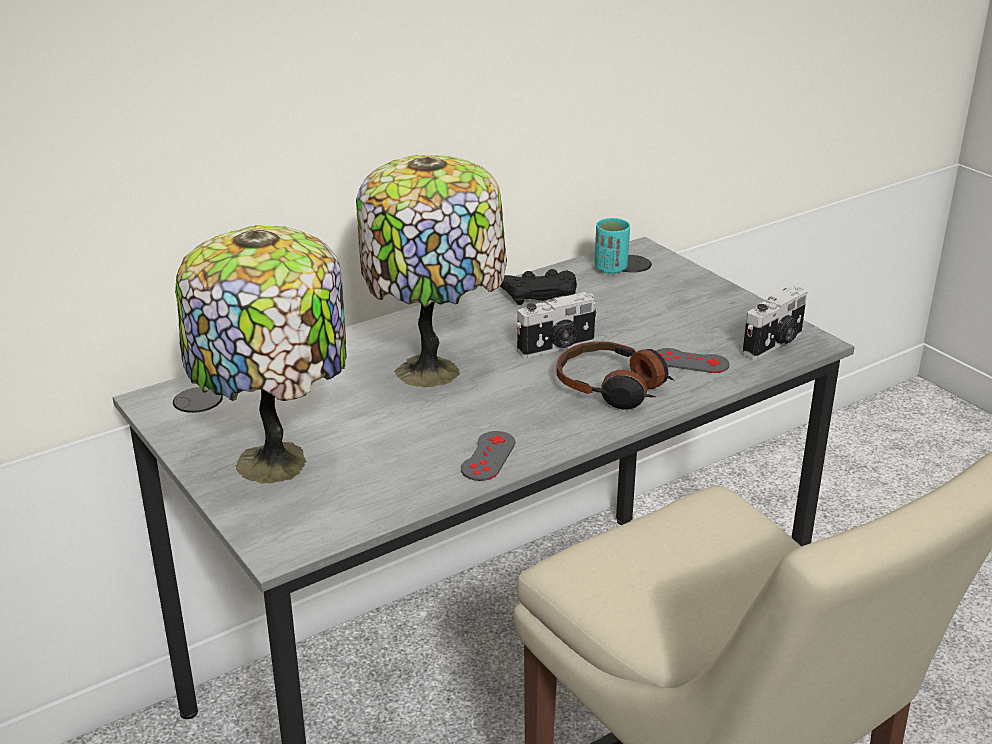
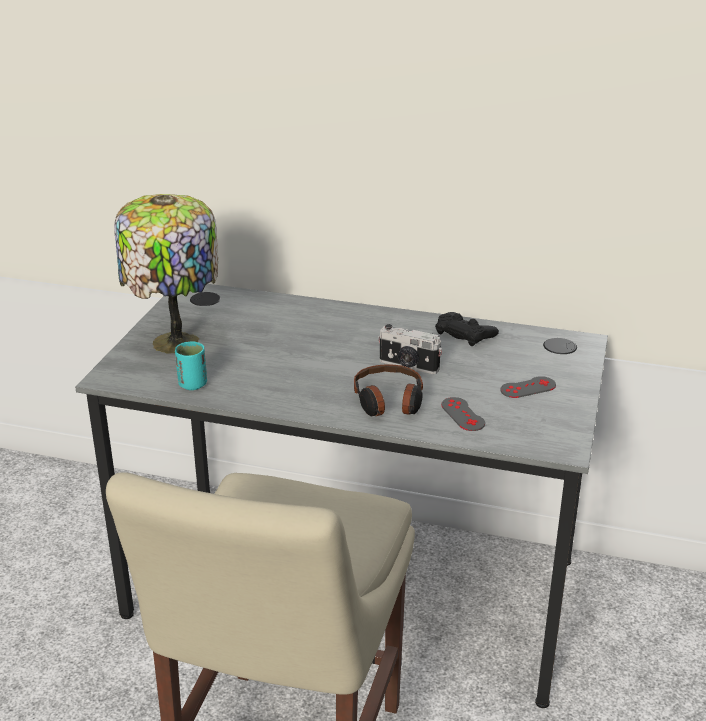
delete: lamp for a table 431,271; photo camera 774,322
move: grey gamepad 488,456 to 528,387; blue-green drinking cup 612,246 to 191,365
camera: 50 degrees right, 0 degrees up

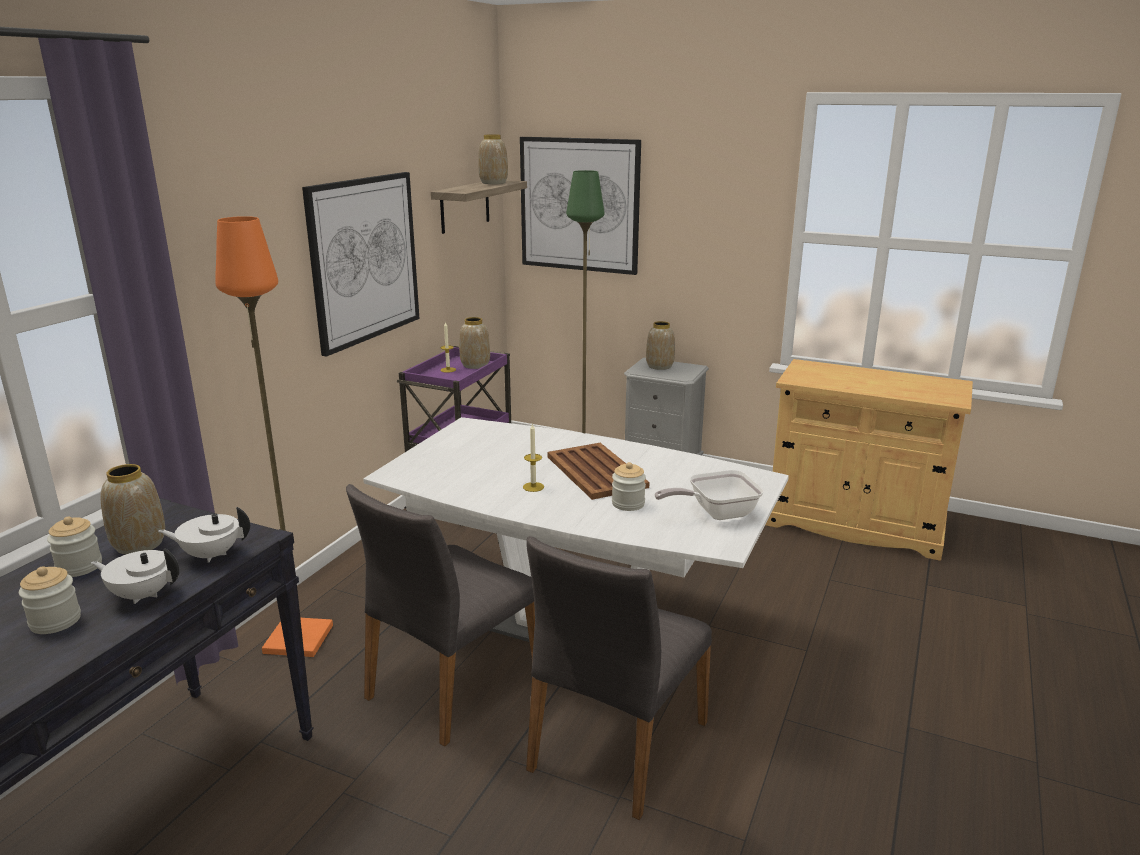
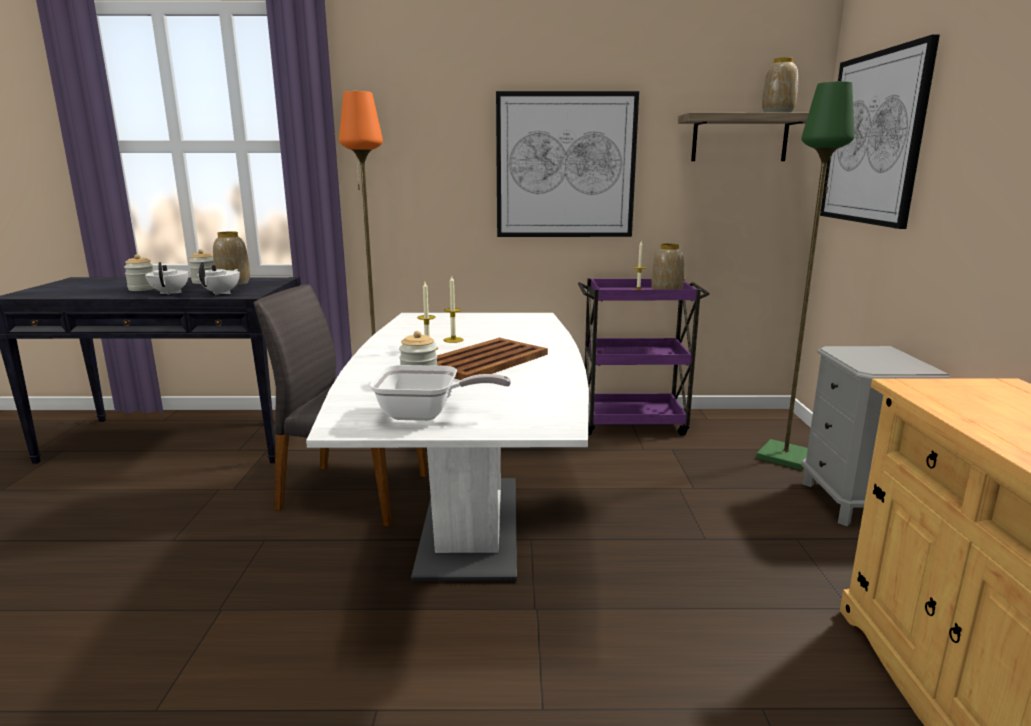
delete: grey plain chair 619,678; flower vase 660,345
insert: wax candle 453,309
rotate: white-coloured tea pot 204,535 = 218,278 45 degrees clockwise; skillet 709,495 = 440,393 135 degrees clockwise
camera: 65 degrees right, 5 degrees down

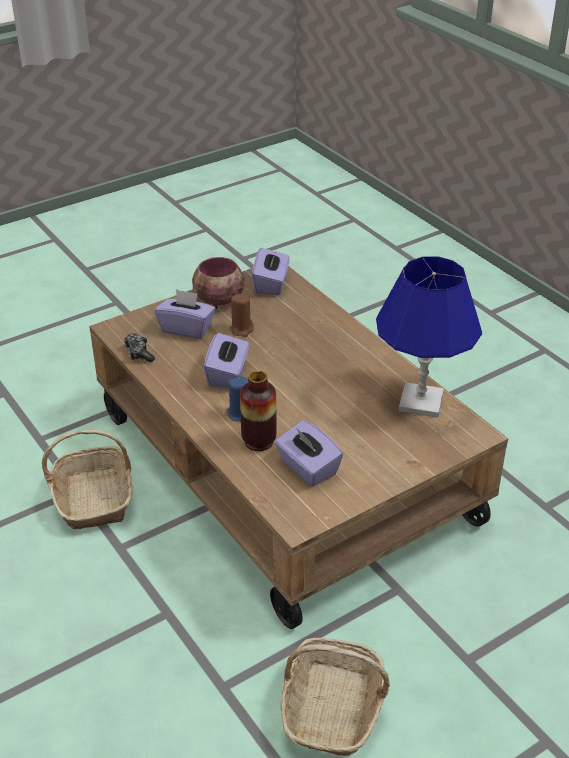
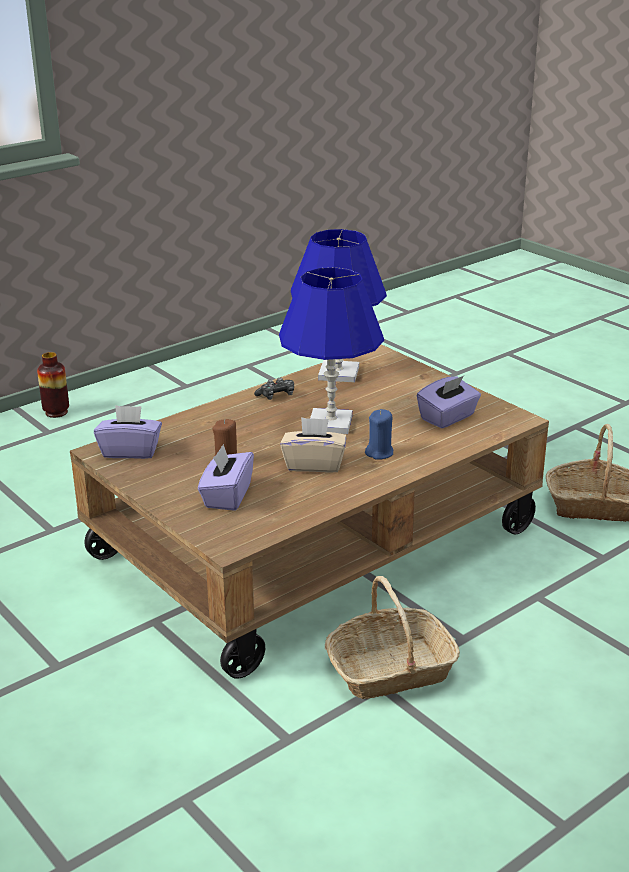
delete: serving bowl 218,283
insert: bluish lamp for a table 331,350
move: gamepad 139,347 to 274,389; flower vase 258,411 to 53,385
recolor: purplish box of tissues 227,360 to beige-coloured box of tissues 313,445
camera: 95 degrees left, 10 degrees down

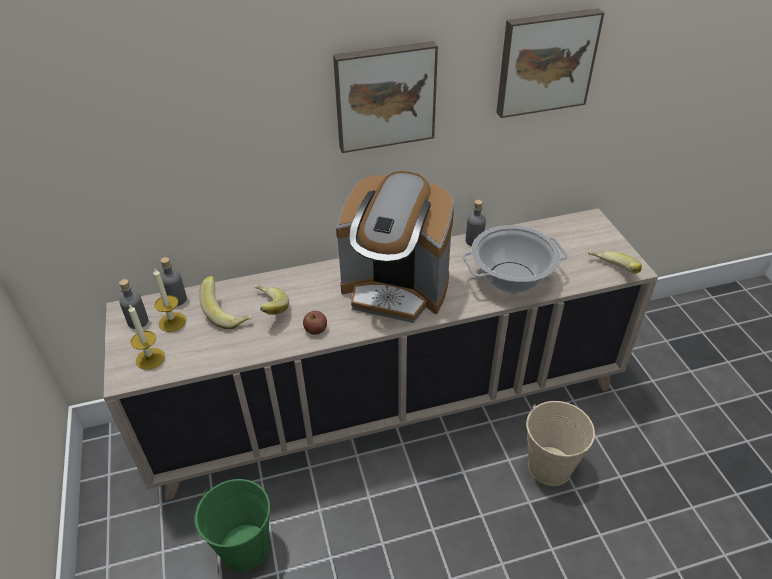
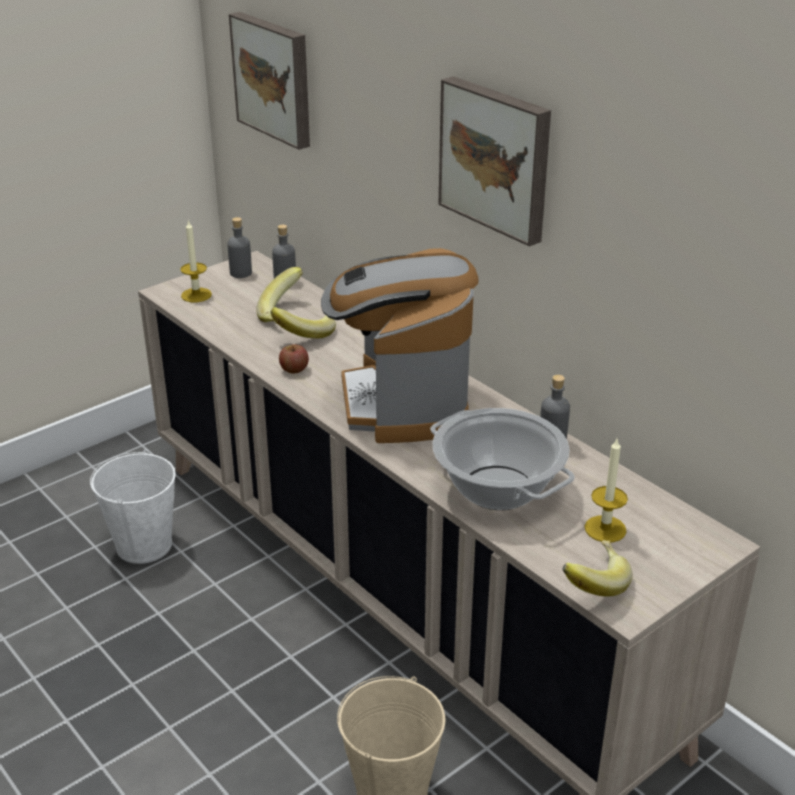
move: wax candle 169,299 to 606,491; wall art 550,63 to 269,81
recolor: green pail 232,525 to white-coloured pail 133,506
camera: 65 degrees right, 10 degrees down

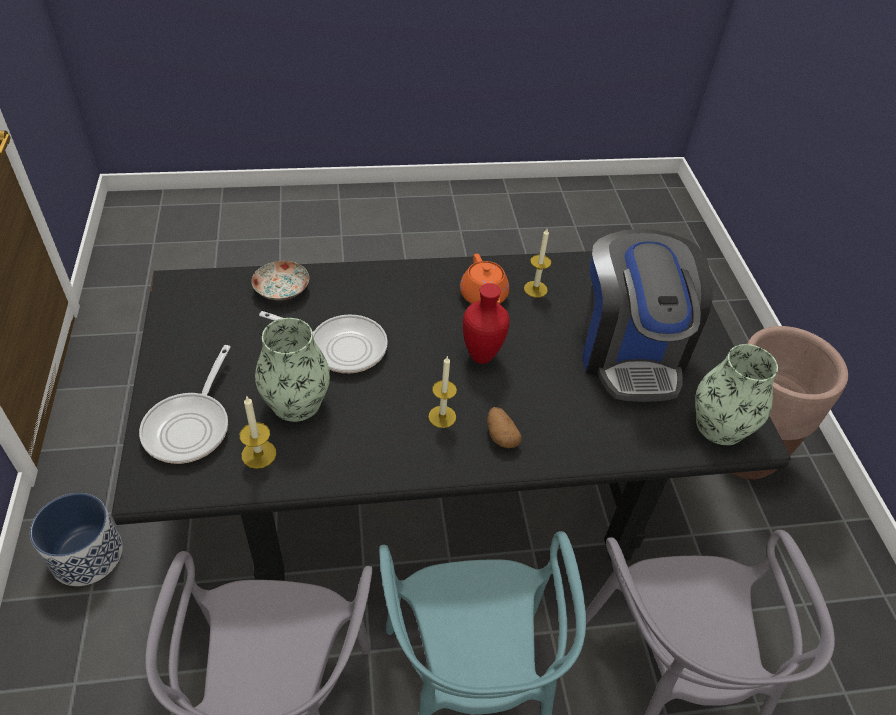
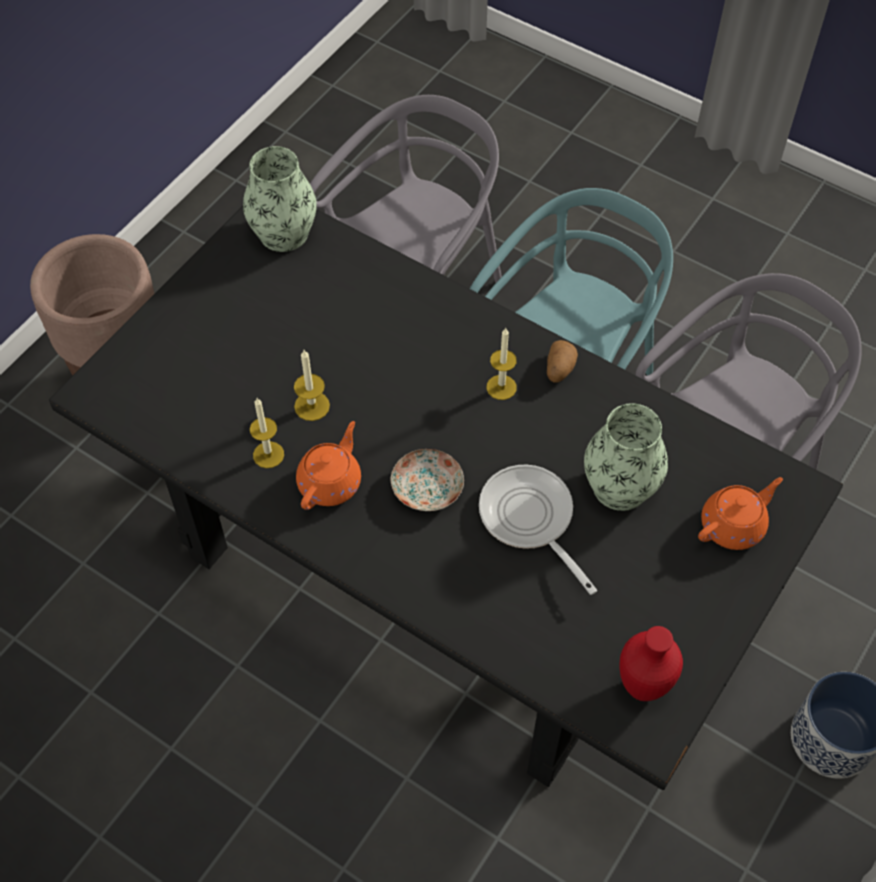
delete: coffee machine 647,315
move: wax candle 258,433 to 312,385; flat dish 280,280 to 427,480; red flower vase 486,323 to 651,663; whole potato 504,427 to 562,361
replace: skillet 185,404 to orange tea pot 740,513
camera: 135 degrees left, 10 degrees up

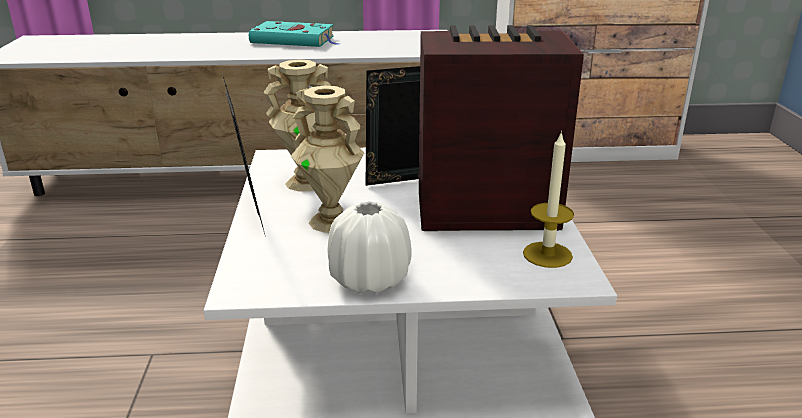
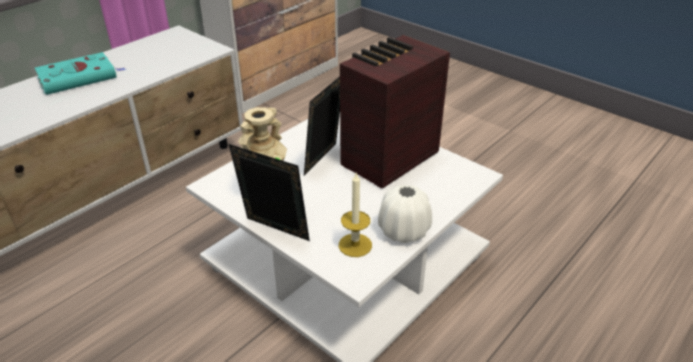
delete: beige-coloured flower vase 328,159
move: wax candle 548,199 to 355,215
camera: 45 degrees left, 10 degrees up

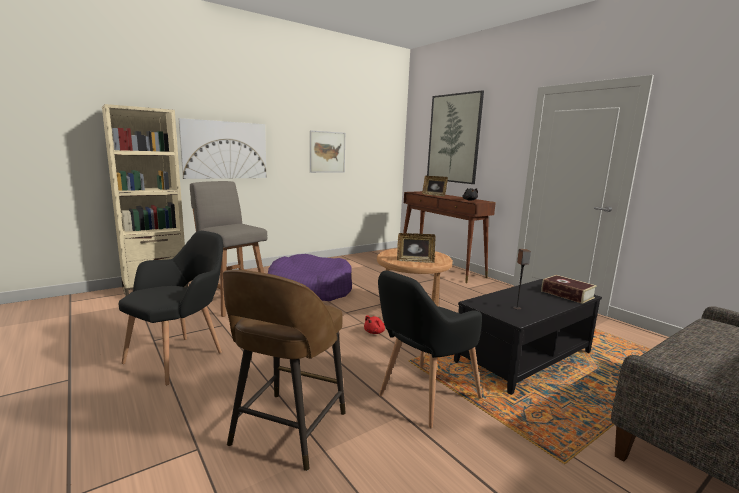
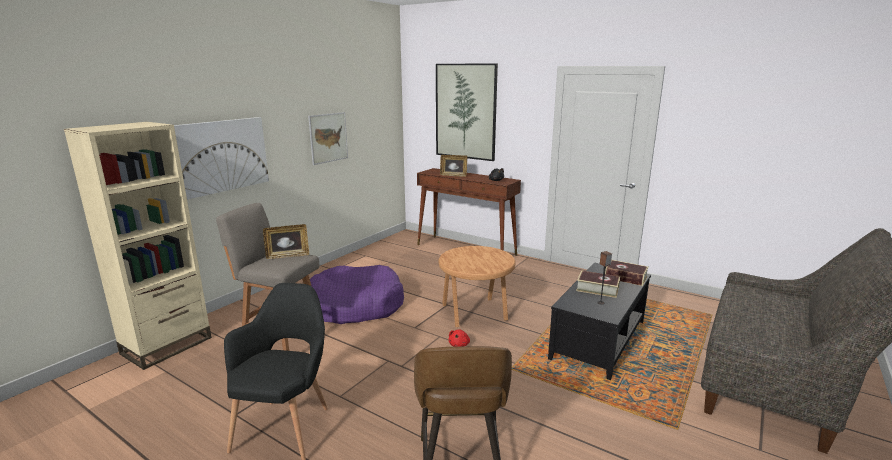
delete: blackish easy chair 430,349
insert: book 598,284
move: picture frame 416,248 to 286,241
camera: 20 degrees left, 5 degrees up

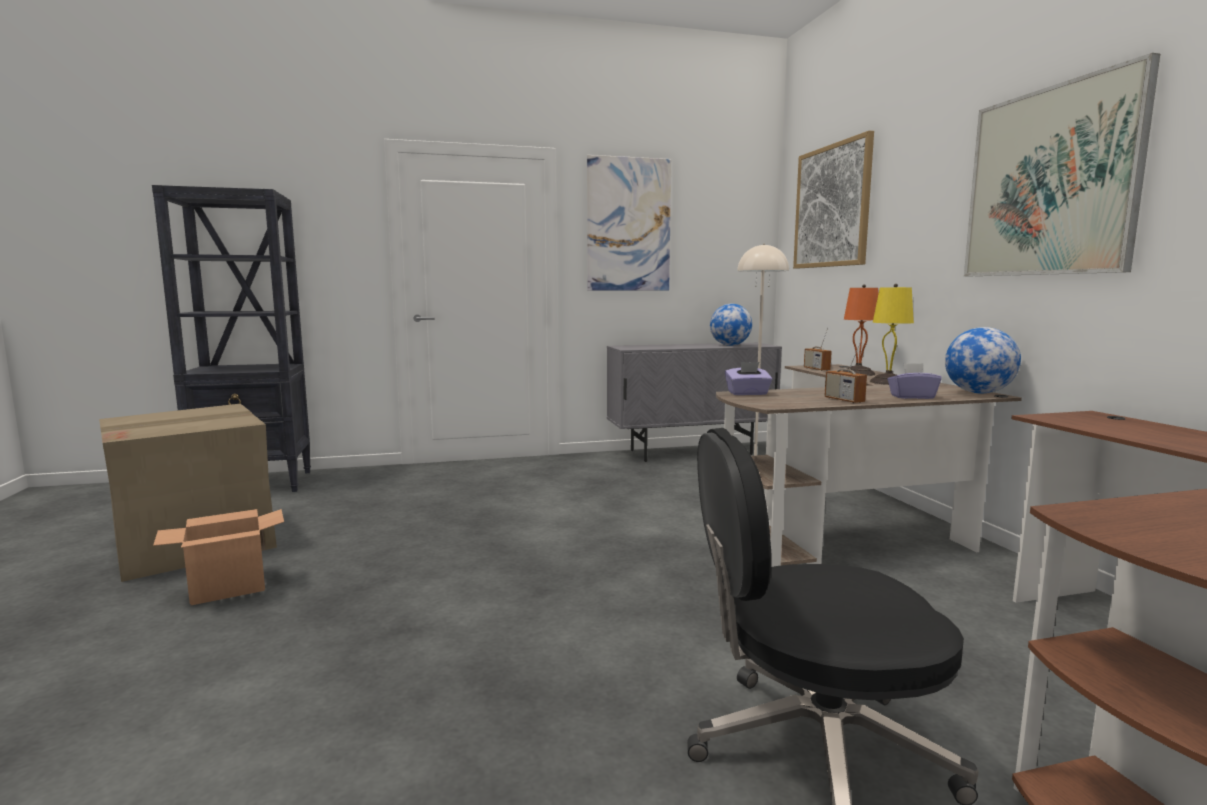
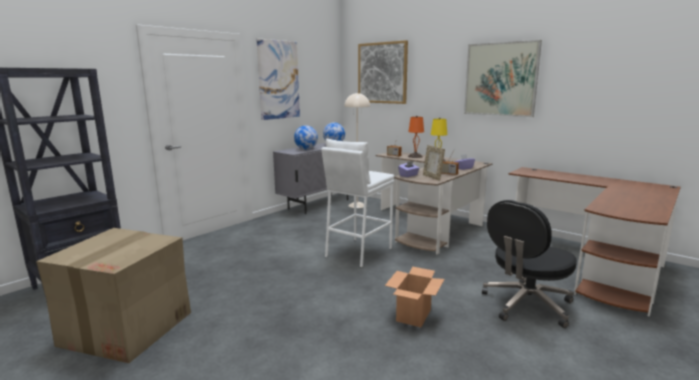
insert: white-coloured stool seat 357,203; picture frame 434,163
move: packing box 218,557 to 415,297; desk globe 983,360 to 306,137
camera: 35 degrees left, 5 degrees up

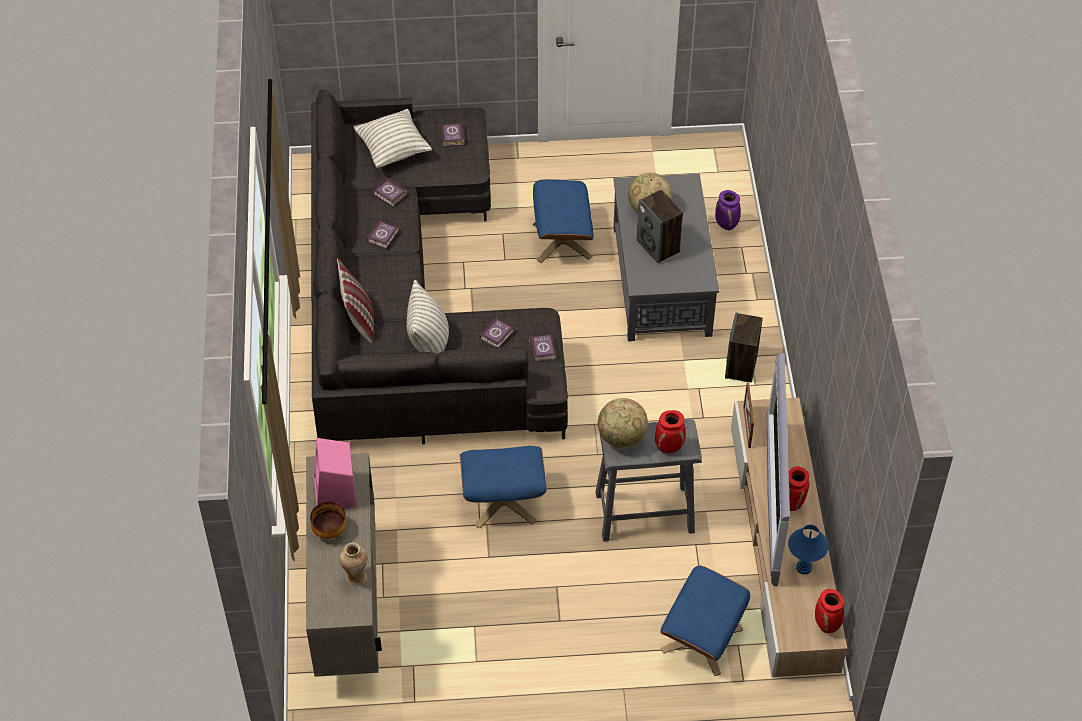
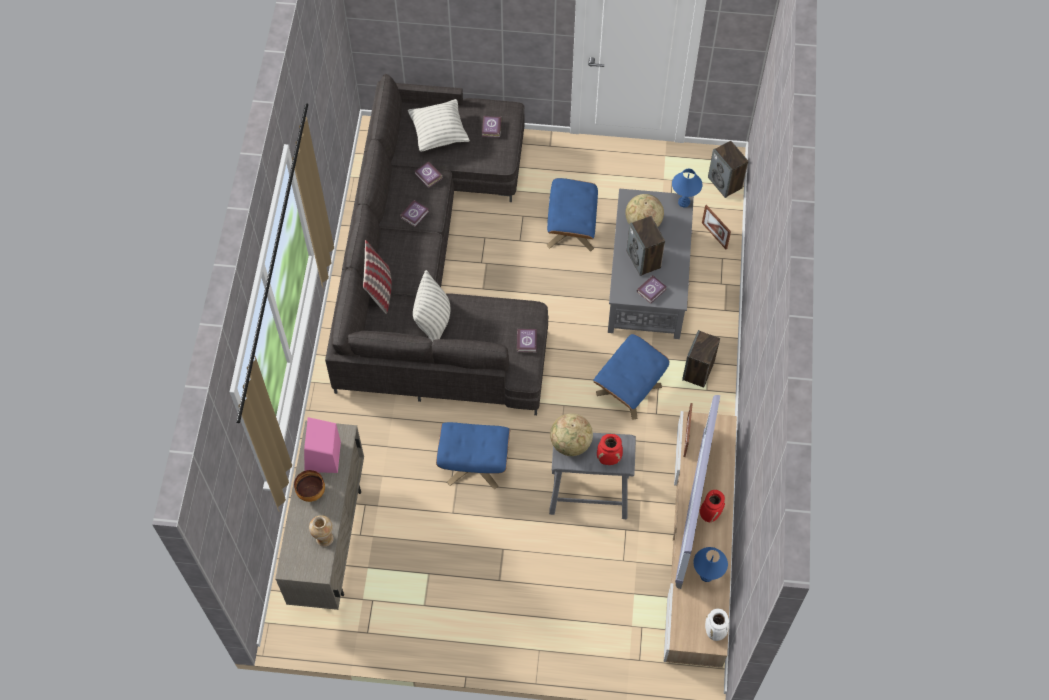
insert: bluish lamp for a table 687,188; speaker 728,169
move: book 496,332 to 652,289; bluish pouffe 705,620 to 631,377
replace: purplish flower vase 728,210 to picture frame 716,227
recolor: red flower vase 829,611 to white-coloured flower vase 717,625
camera: 10 degrees right, 10 degrees up

